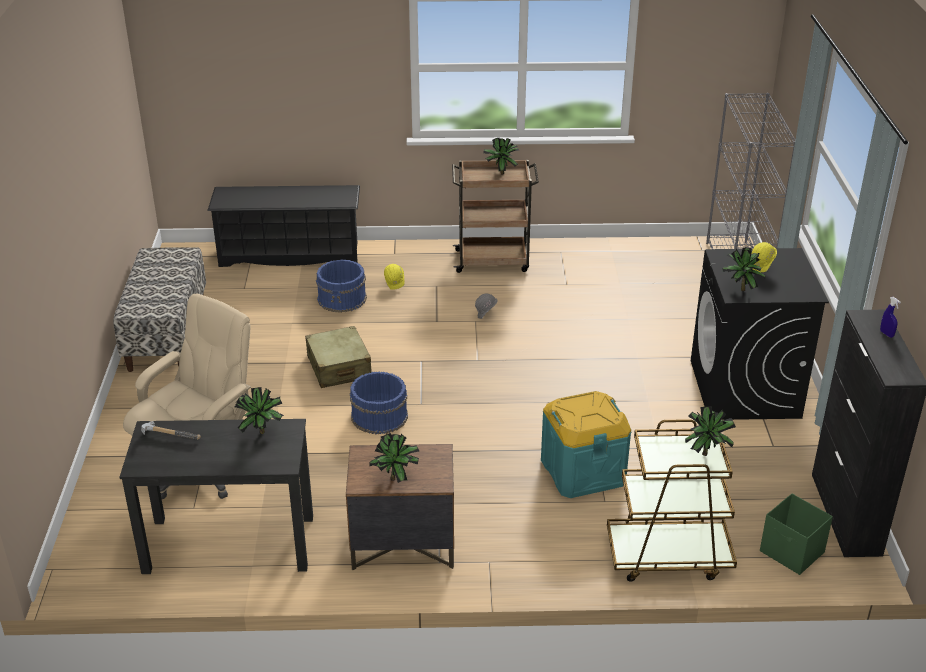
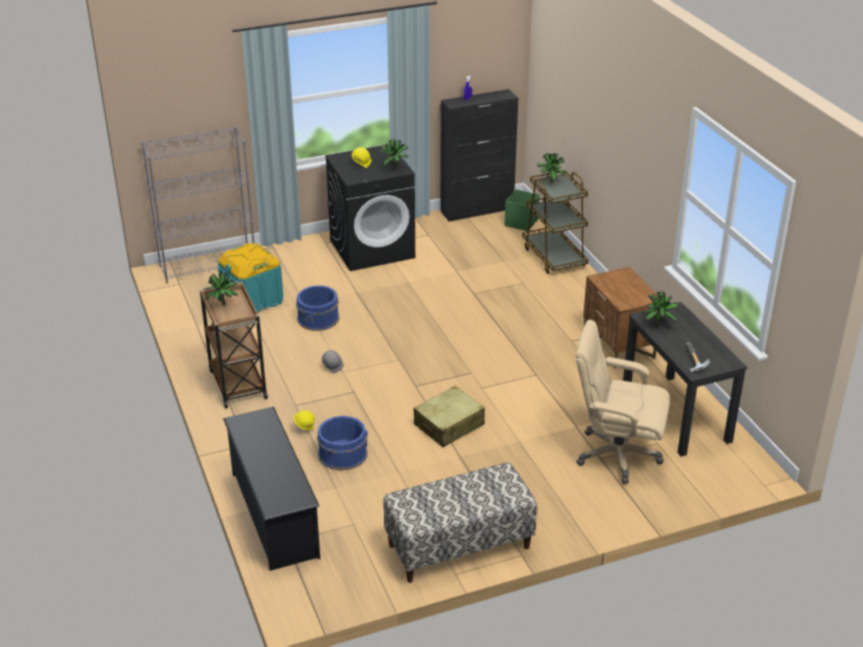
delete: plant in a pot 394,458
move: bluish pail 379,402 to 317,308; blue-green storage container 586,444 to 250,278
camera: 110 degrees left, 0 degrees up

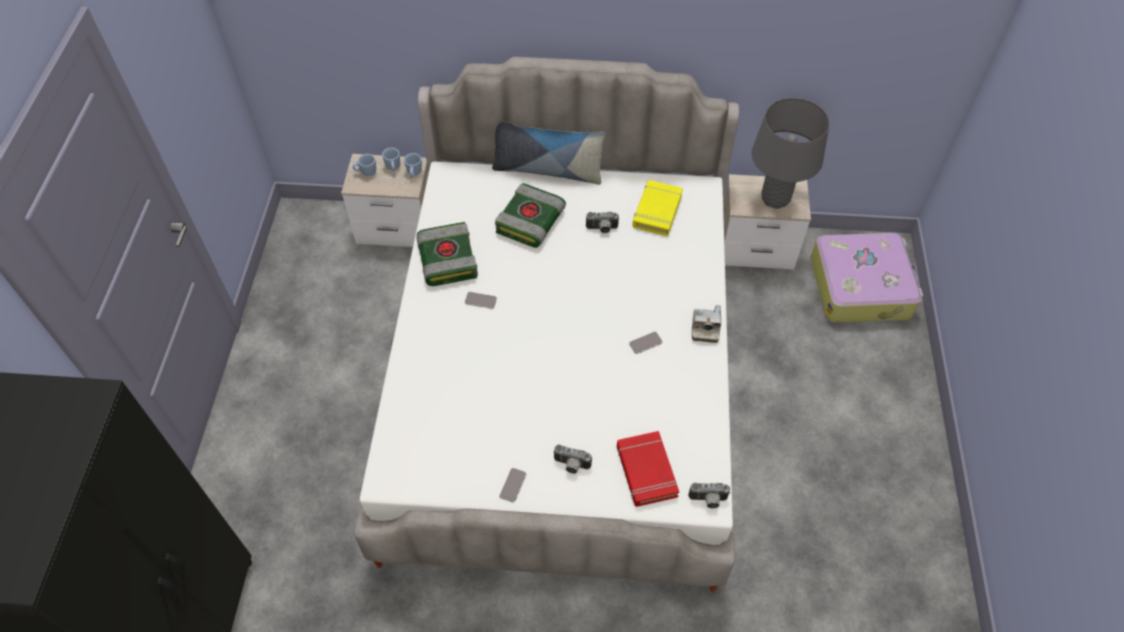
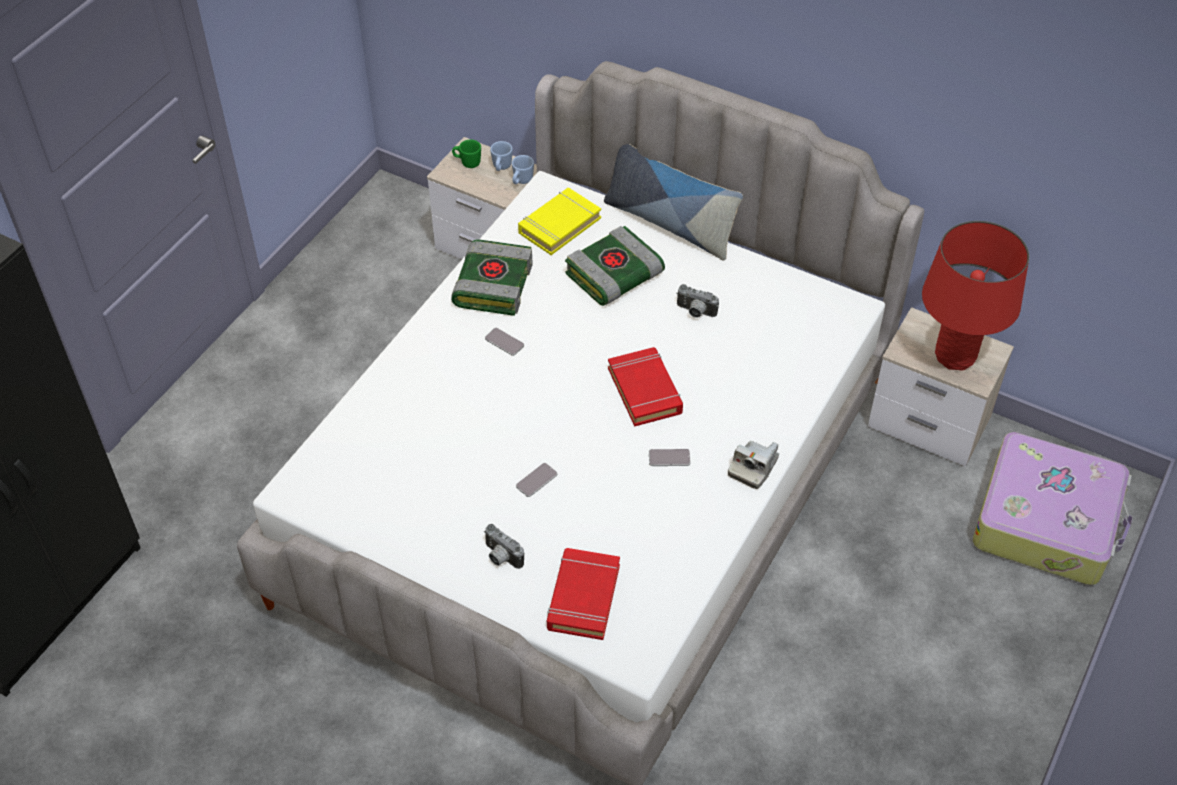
delete: photo camera 709,495
insert: red book 645,387
move: telephone 512,485 to 536,480; yellow book 657,208 to 559,221
recolor: bluish coffee mug 364,165 to green coffee mug 466,153; grey lamp for a table 790,153 to red lamp for a table 975,295
camera: 25 degrees right, 5 degrees down

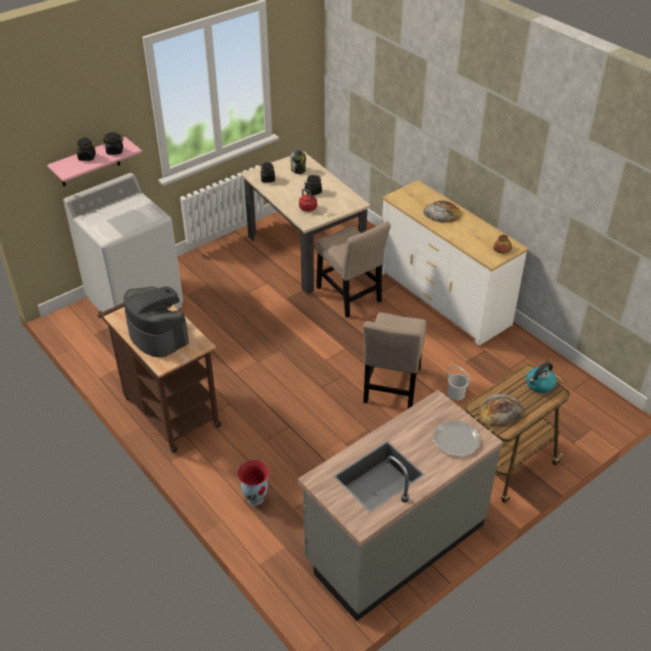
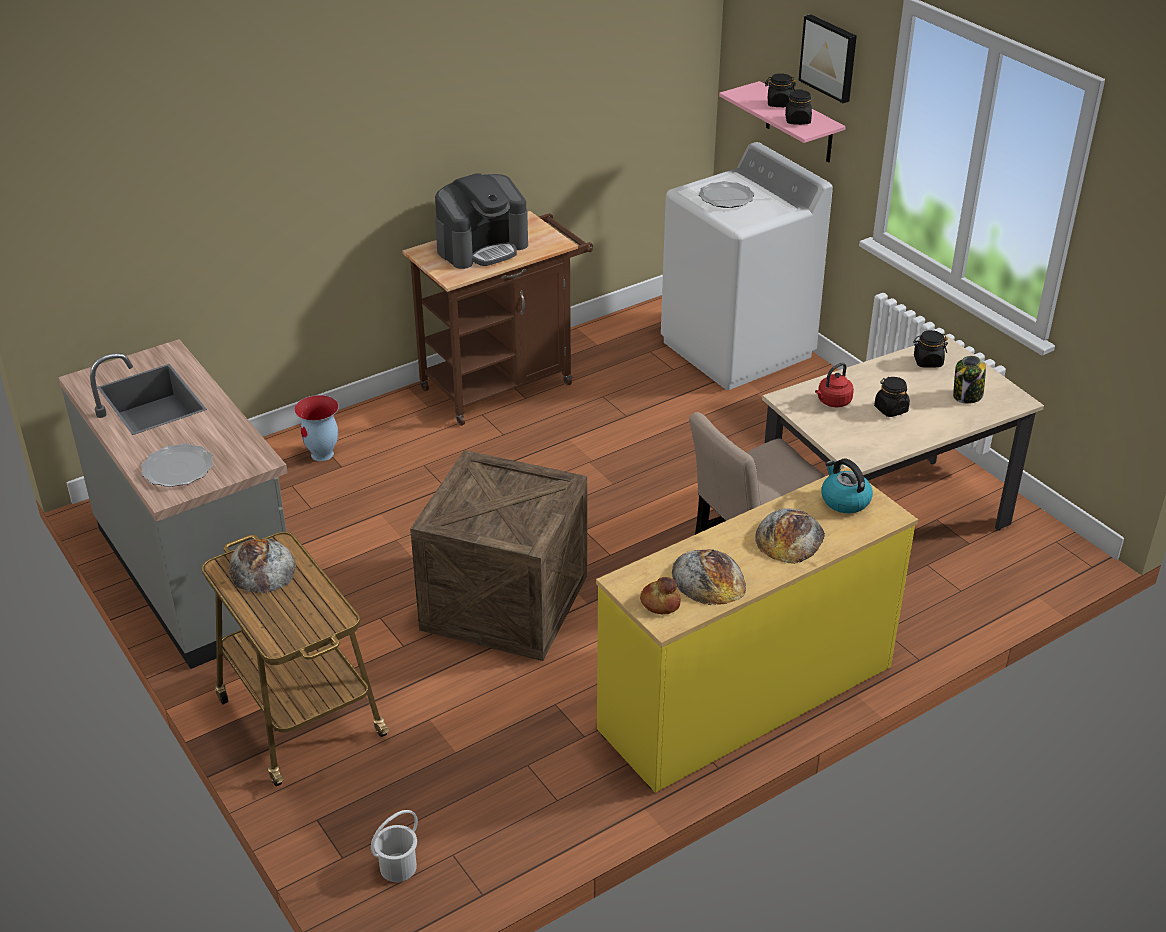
insert: bread 709,577; flat dish 726,194; wall art 827,58
move: white-coloured pail 459,382 to 394,846; kettle 541,377 to 847,485
replace: beige-coloured plain chair 394,360 to shipping crate 498,555
recolor: white-coloured drawer chest 455,263 to yellow drawer chest 757,630
camera: 95 degrees right, 5 degrees down

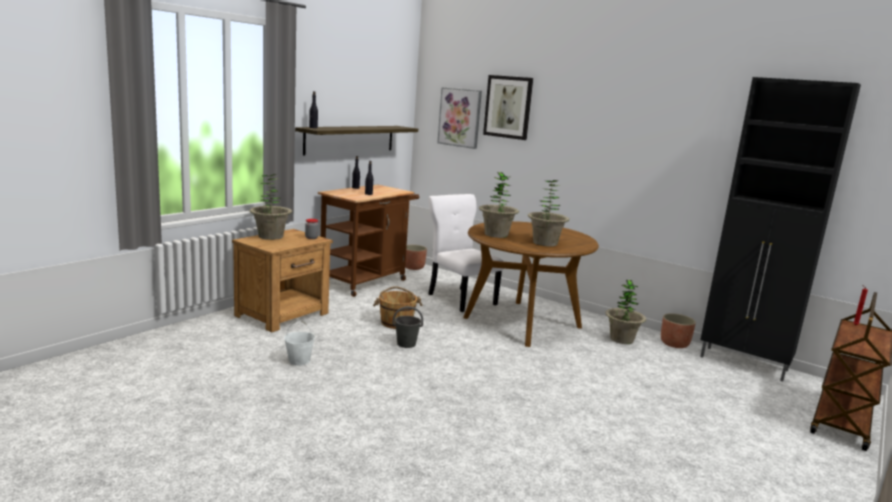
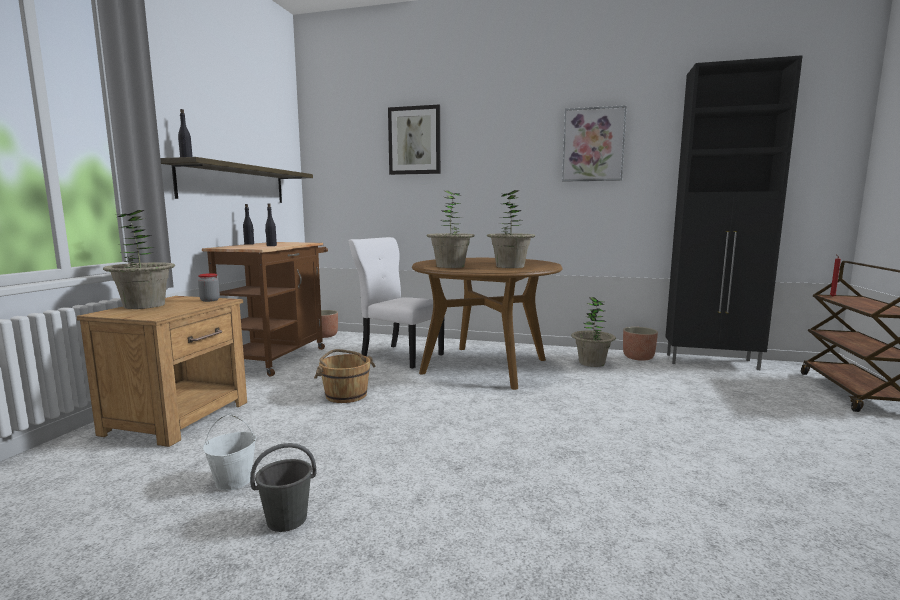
move: grey pail 408,327 to 283,487; wall art 459,118 to 594,143
camera: 20 degrees left, 5 degrees down

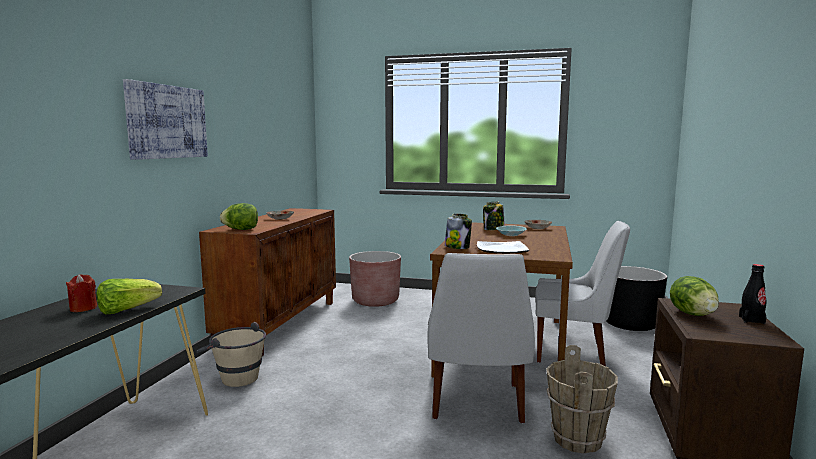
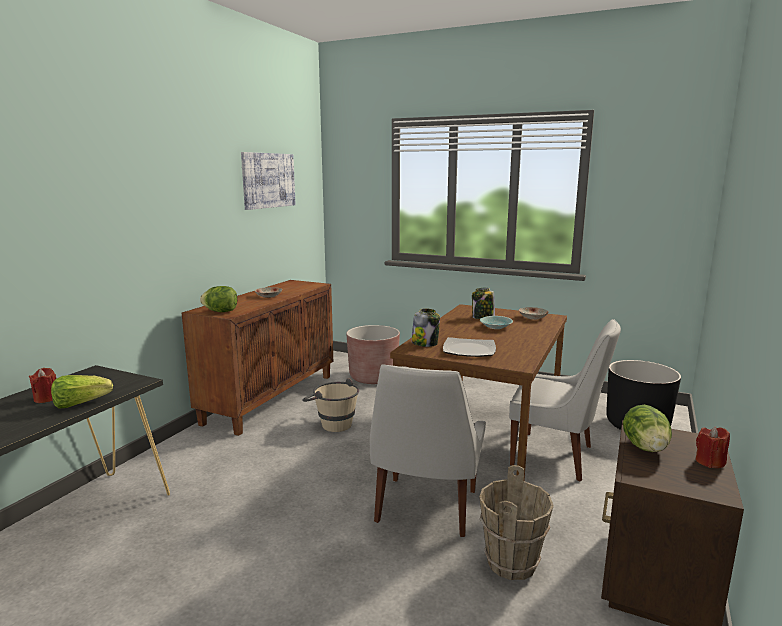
move: wall art 165,119 to 268,181; beige-coloured pail 231,354 to 330,405
replace: blackish bottle 753,294 to red wax candle 713,447
camera: 10 degrees right, 5 degrees up

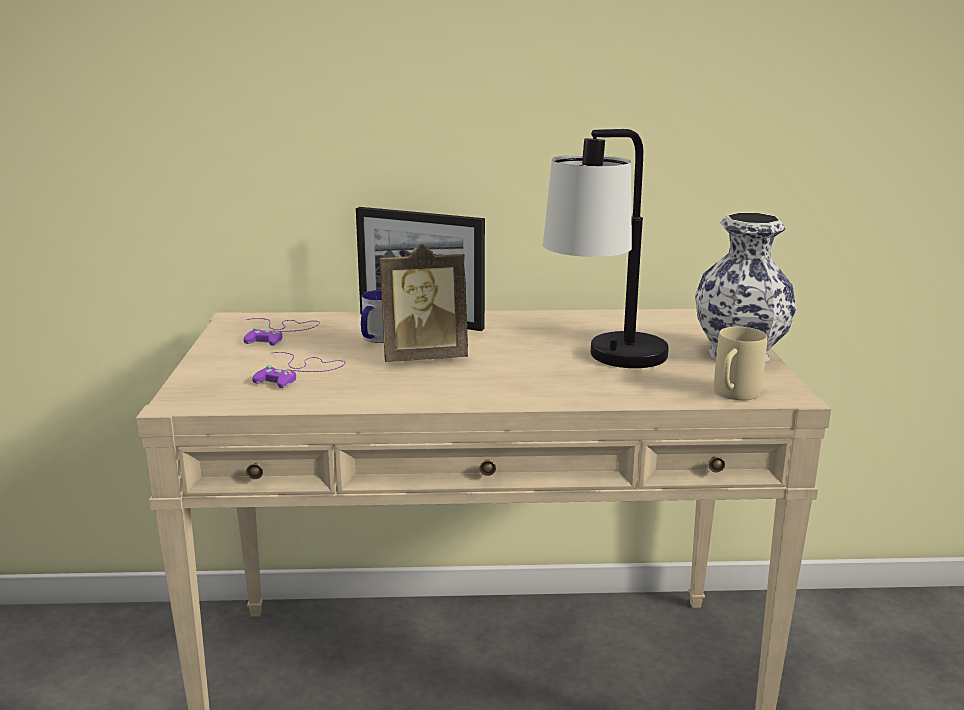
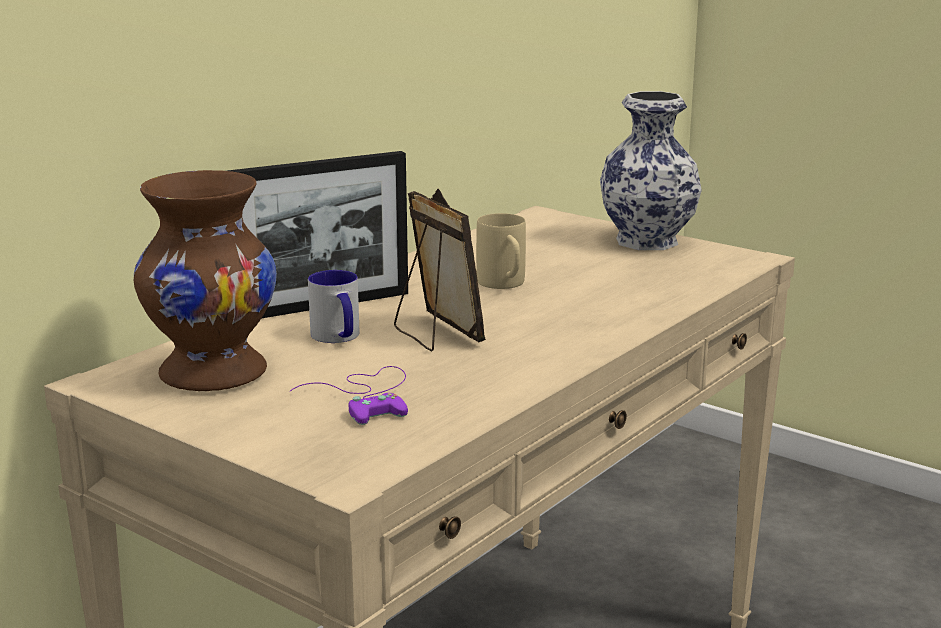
delete: lamp for a table 606,248
move: beige-coloured coffee mug 740,363 to 501,251
replace: purplish gamepad 281,332 to brown flower vase 205,280
rotate: picture frame 424,303 = 440,270 60 degrees counterclockwise
camera: 50 degrees left, 0 degrees up

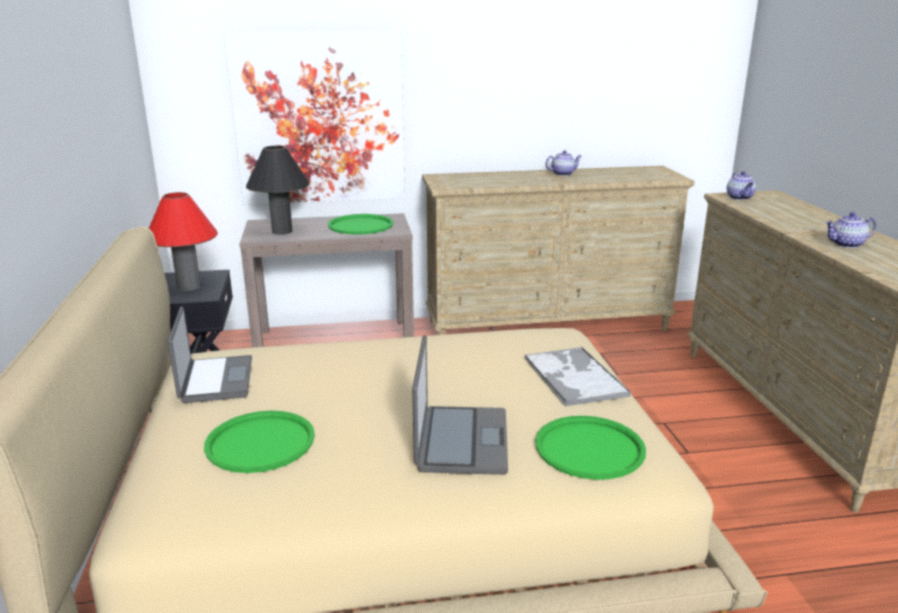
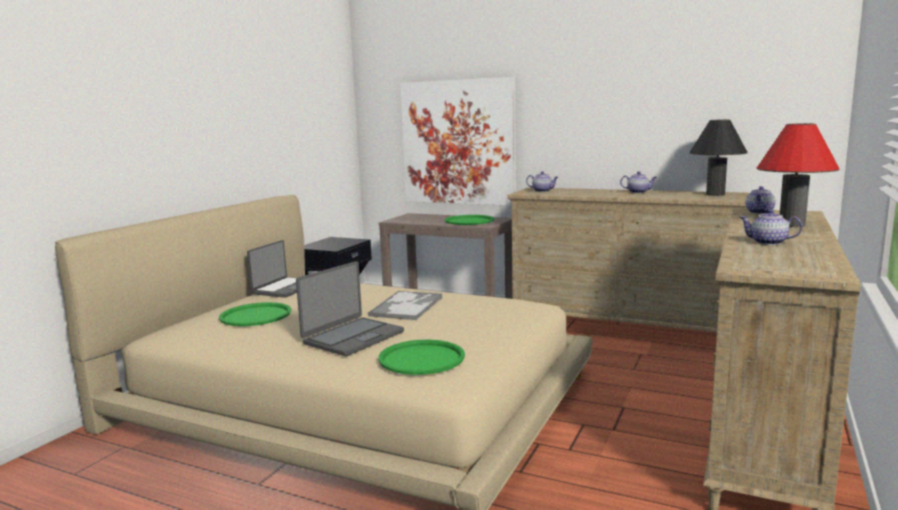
insert: tea pot 542,181
move: red lamp for a table 183,241 to 798,175; blackish lamp for a table 277,190 to 719,158; serving tray 577,376 to 405,305
camera: 35 degrees right, 10 degrees down

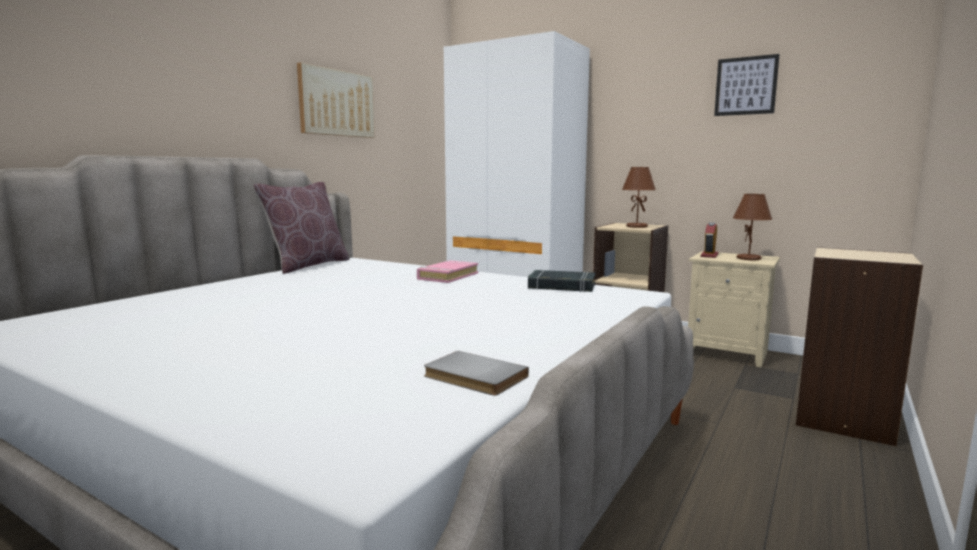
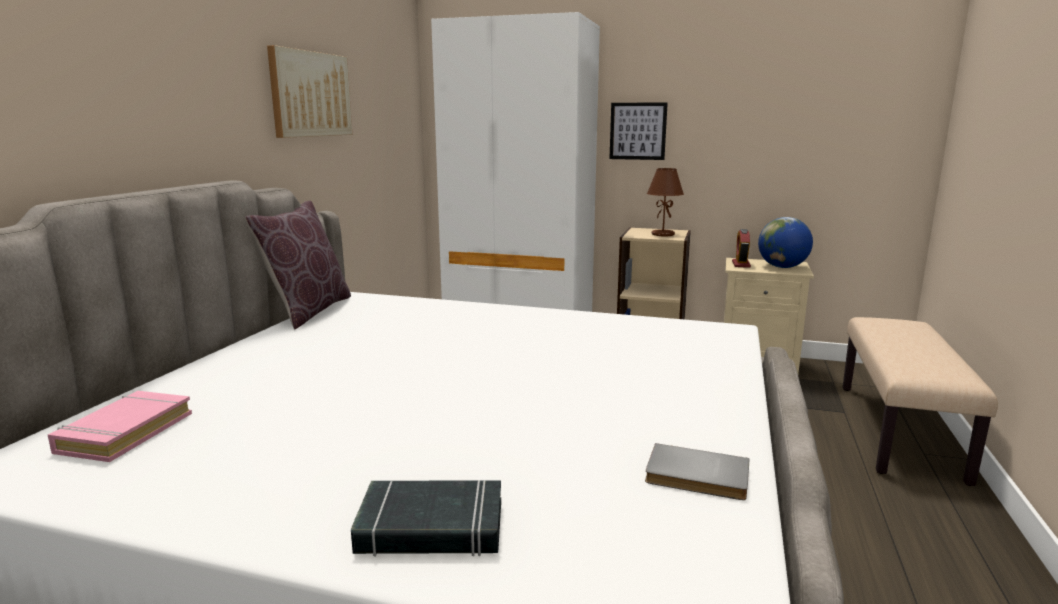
move: pink book 447,271 to 120,426; blackish book 561,281 to 426,518; wall art 747,85 to 638,131
replace: brown lamp for a table 752,227 to desk globe 785,242; beige-coloured bookcase 859,346 to beige-coloured long seat 920,401
camera: 15 degrees left, 5 degrees up

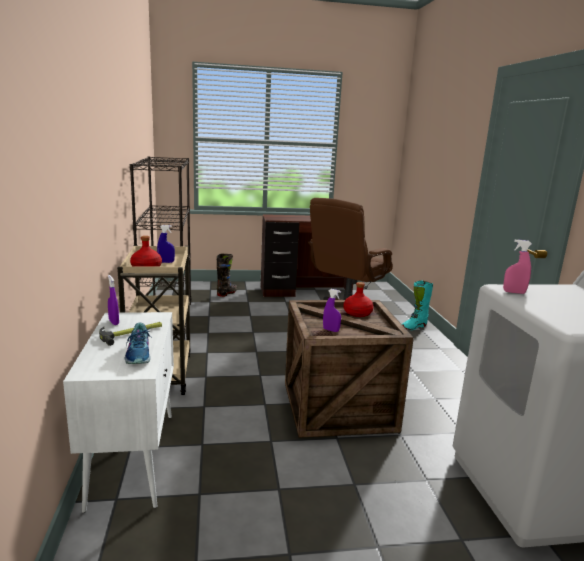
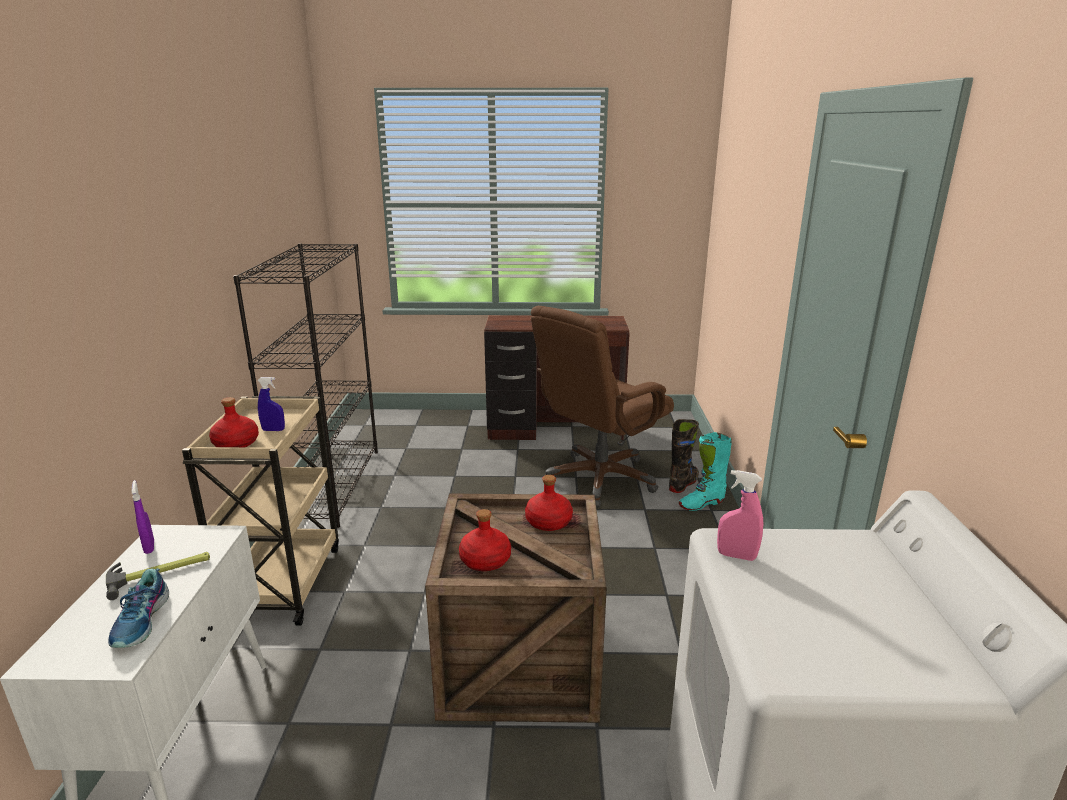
move: blackish boot 227,275 to 684,456
replace: purplish sprayer 332,310 to red bottle 485,540
camera: 10 degrees right, 5 degrees up

